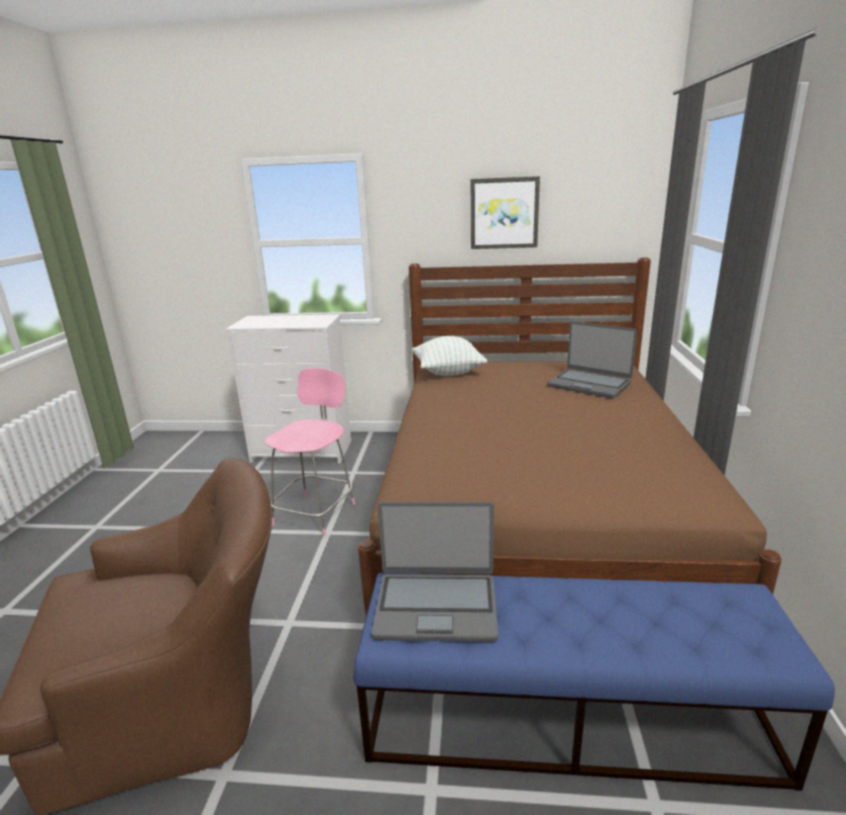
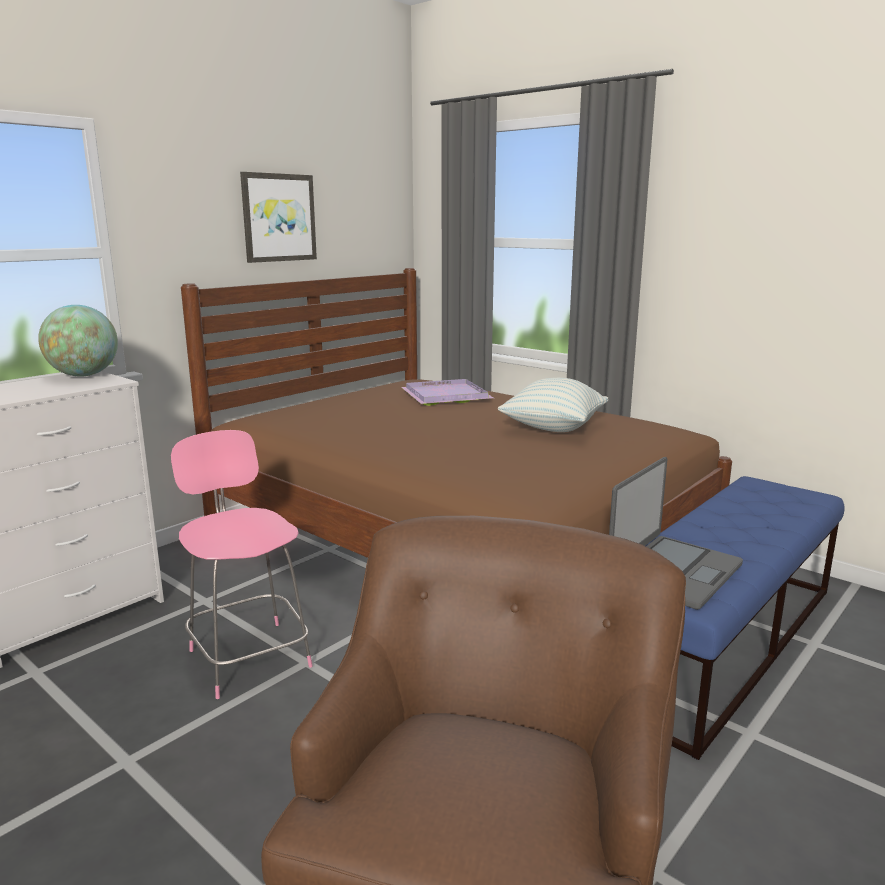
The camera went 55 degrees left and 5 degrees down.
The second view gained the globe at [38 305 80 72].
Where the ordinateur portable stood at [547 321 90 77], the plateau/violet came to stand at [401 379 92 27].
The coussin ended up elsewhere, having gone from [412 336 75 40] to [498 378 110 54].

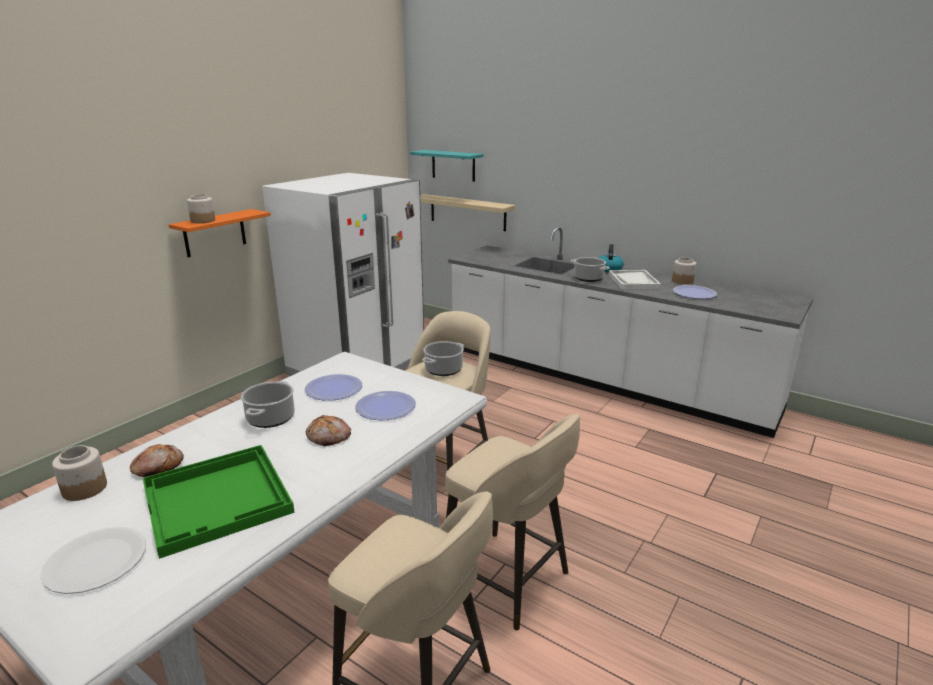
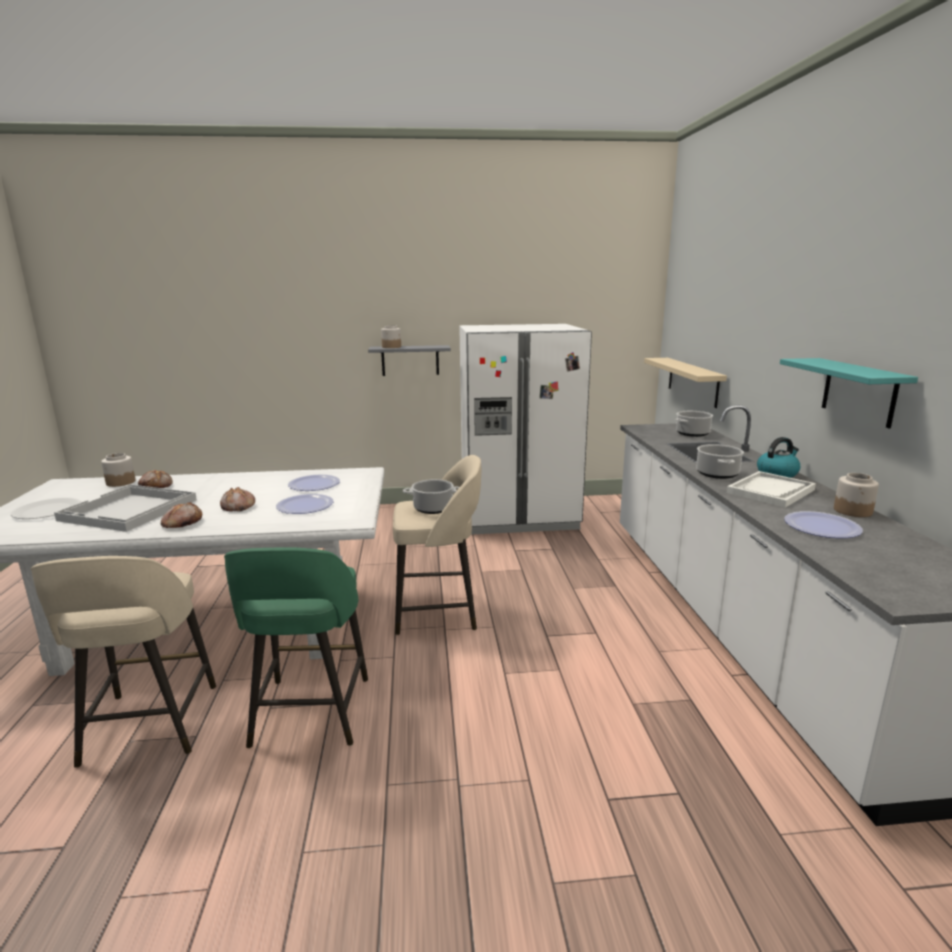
The camera went 50 degrees right and 5 degrees down.
What was the plateau/vert at [143 445 152 114] turned into the plateau/blanc at [54 484 143 48].
The second view gained the pain at [161 502 41 26].
What was the tabouret/beige at [445 414 135 217] turned into the tabouret/vert at [224 547 144 201].
What was the étagère/orange at [168 209 103 48] turned into the étagère/gris at [368 345 83 31].
The marmite ended up elsewhere, having gone from [241 381 54 47] to [675 411 38 26].
The étagère/turquoise ended up elsewhere, having gone from [410 150 74 32] to [780 358 138 71].

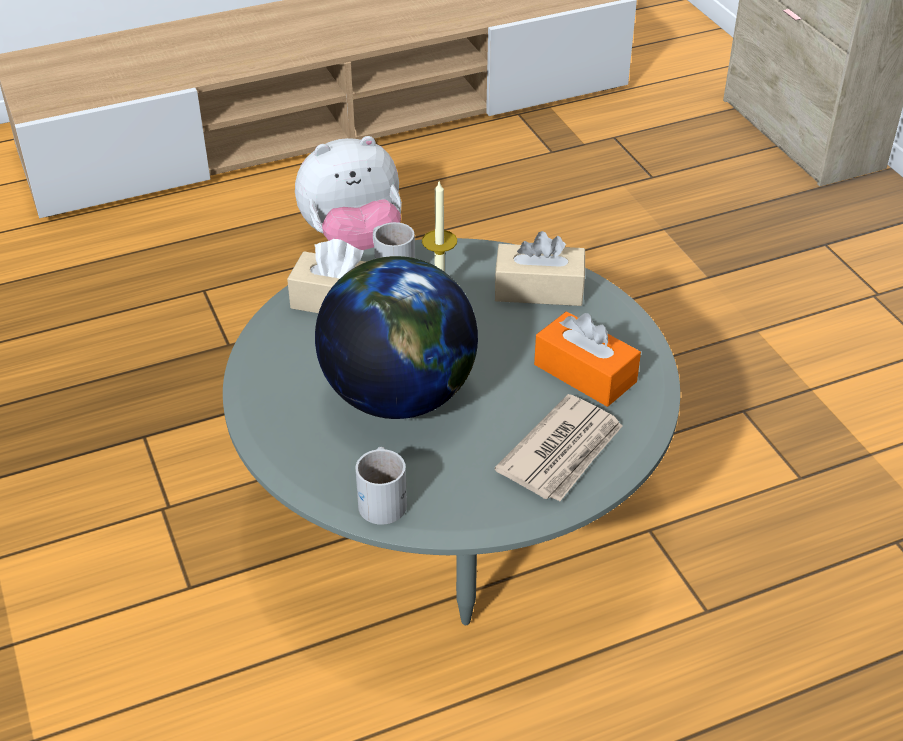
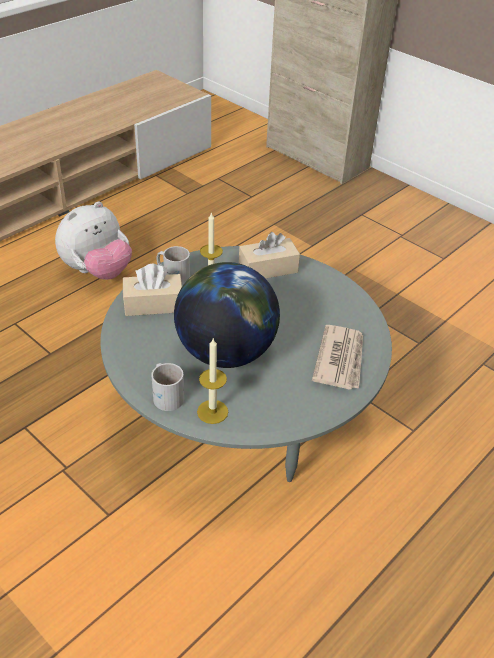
The camera went 25 degrees left and 0 degrees up.
The mug/blanc ended up elsewhere, having gone from [355 447 52 78] to [151 363 33 48].
The second view gained the bougie at [197 339 31 85].
The second view lost the boîte à mouchoirs/orange at [534 311 107 96].

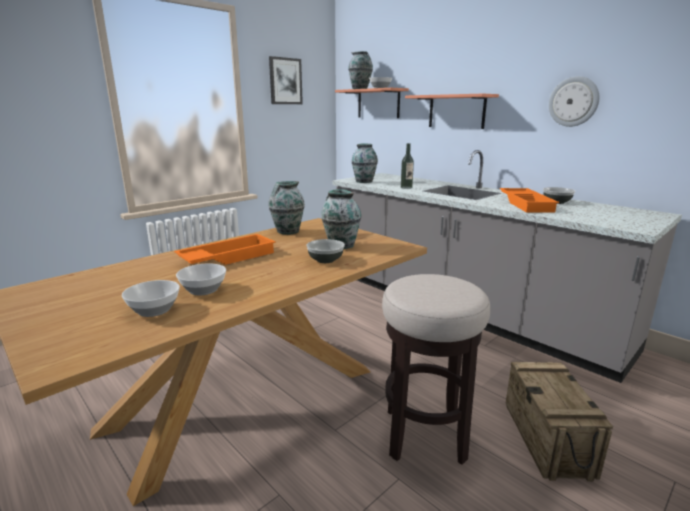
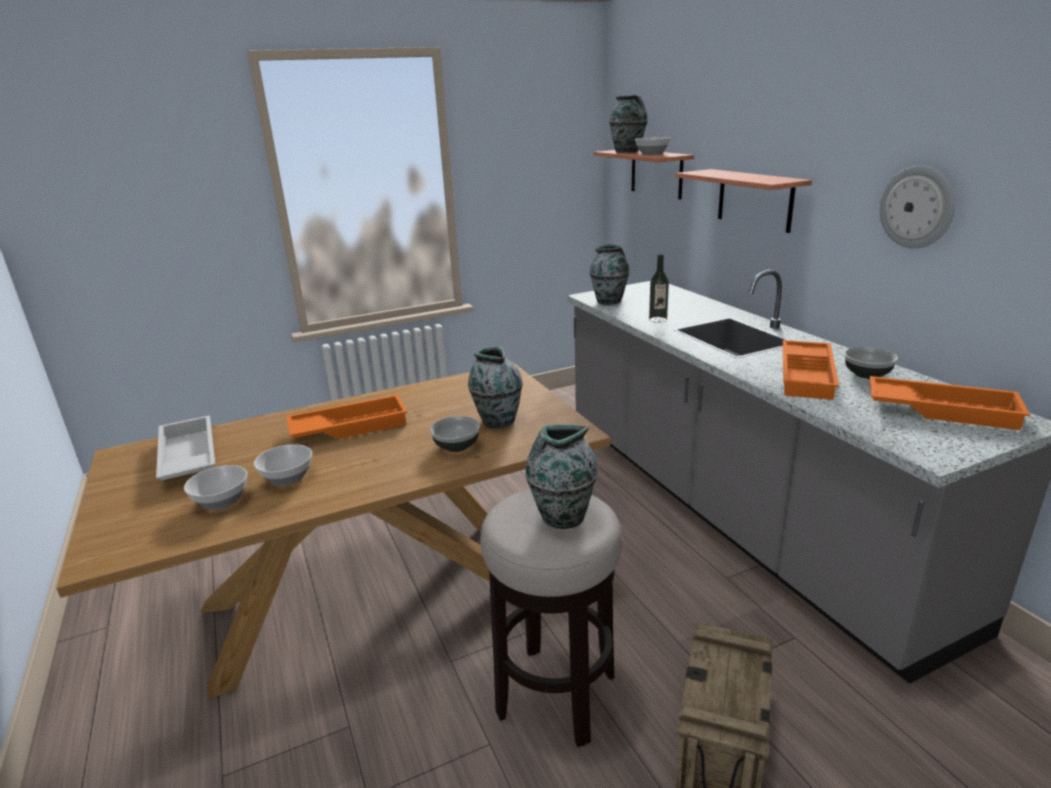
The camera went 20 degrees right and 5 degrees up.
The second view gained the plateau/blanc at [156 415 59 66].
The vase ended up elsewhere, having gone from [269 181 36 54] to [525 424 72 105].
The second view gained the plateau/orange at [870 376 160 54].
The second view lost the tableau at [269 56 34 48].

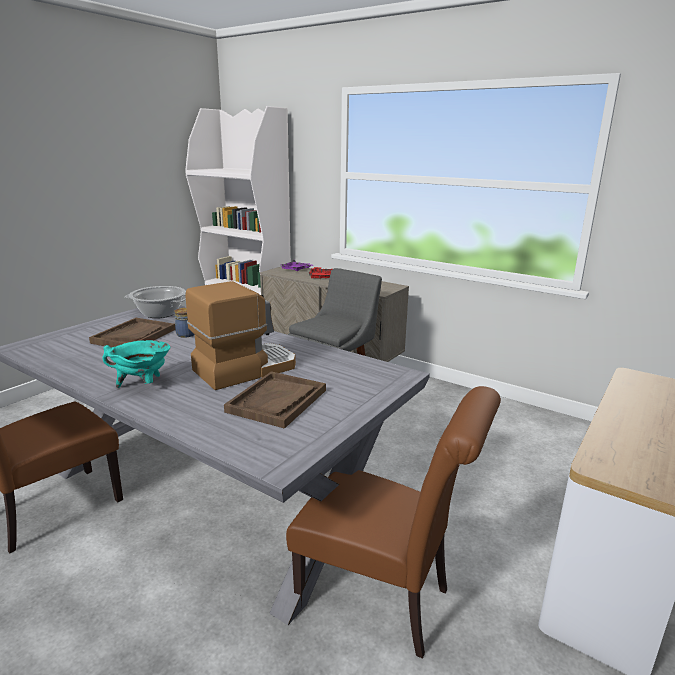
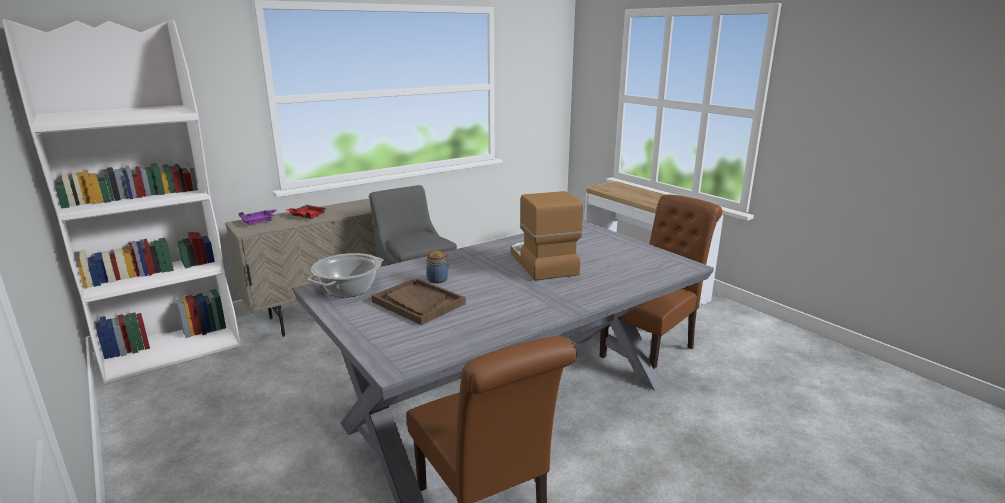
The camera went 70 degrees left and 0 degrees up.
The second view lost the marmite/turquoise at [103 340 68 48].
The second view lost the plateau/marron at [224 371 102 58].

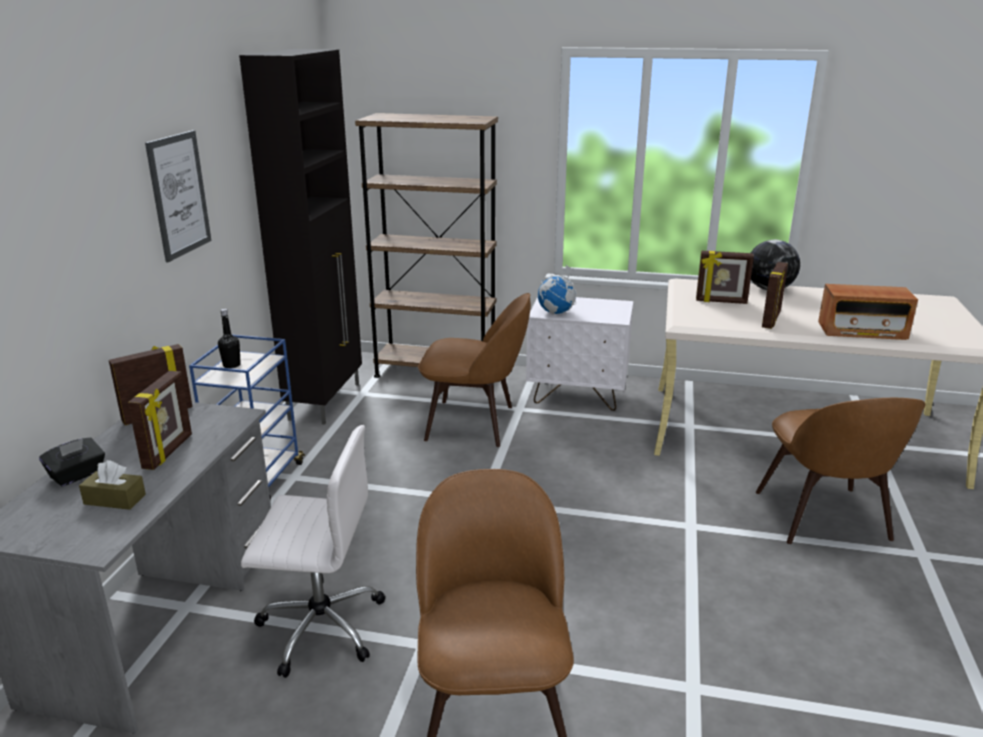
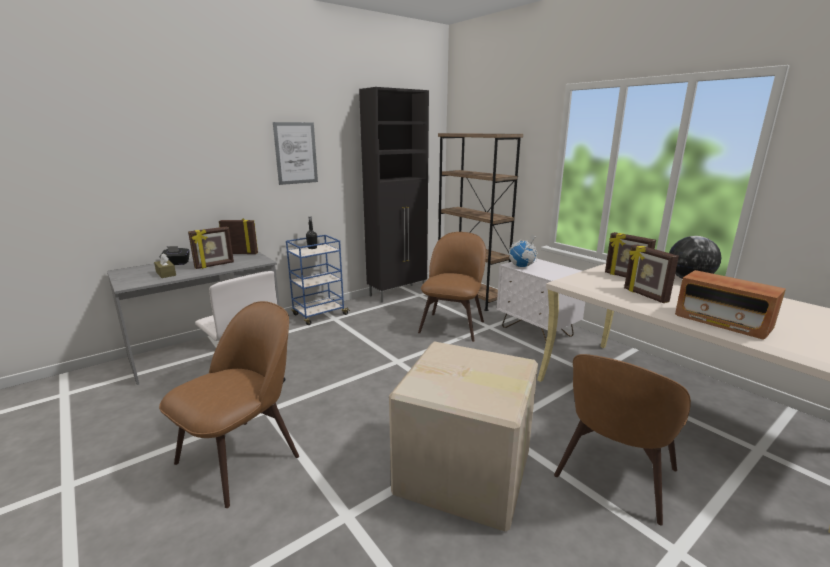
The camera went 40 degrees right and 5 degrees down.
The second view gained the carton at [389 341 149 190].
The chaise/marron at [418 293 113 154] ended up facing another way, 120 degrees counterclockwise from before.
The cadre photo at [762 262 26 67] ended up facing another way, 90 degrees clockwise from before.

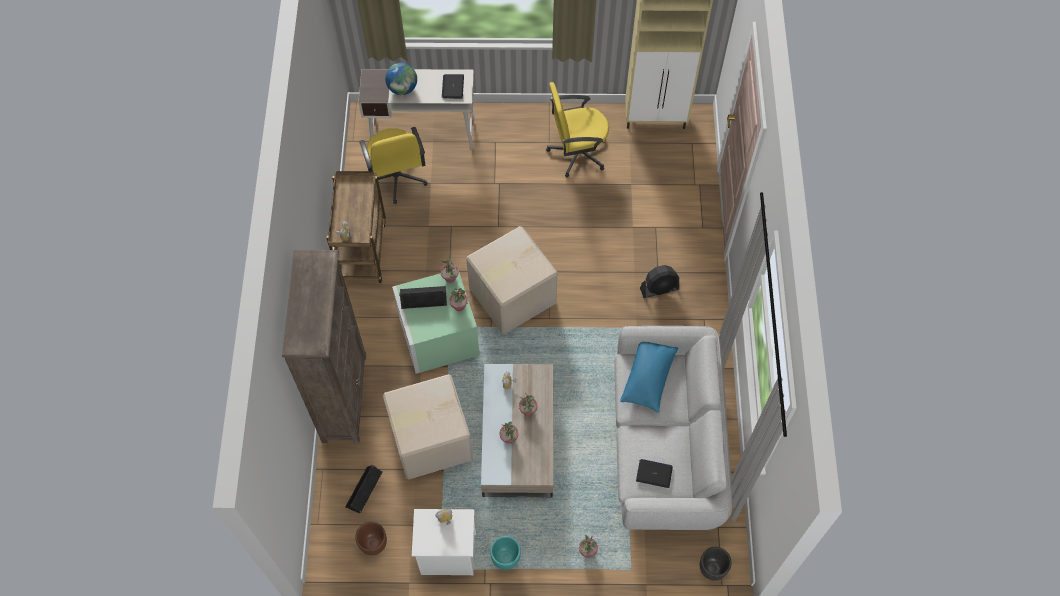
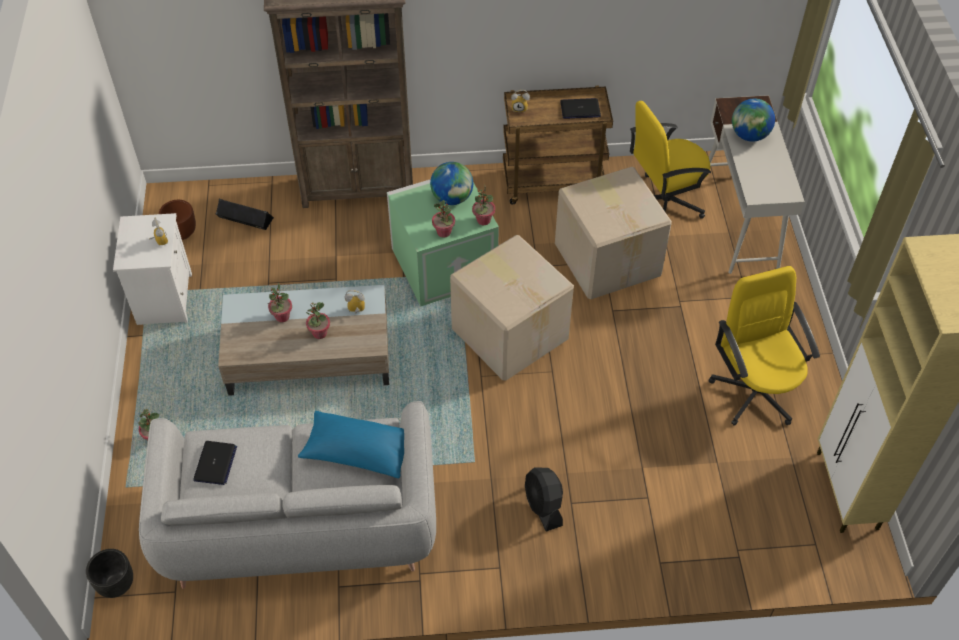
The camera went 85 degrees right and 10 degrees down.
Where the enceinte/noir stood at [399 286 48 23], the globe came to stand at [430 162 43 43].
The carton ended up elsewhere, having gone from [383 374 90 105] to [555 167 117 132].
The ordinateur portable ended up elsewhere, having gone from [442 74 22 25] to [560 98 41 21].
The second view lost the cache-pot/turquoise at [490 536 31 34].

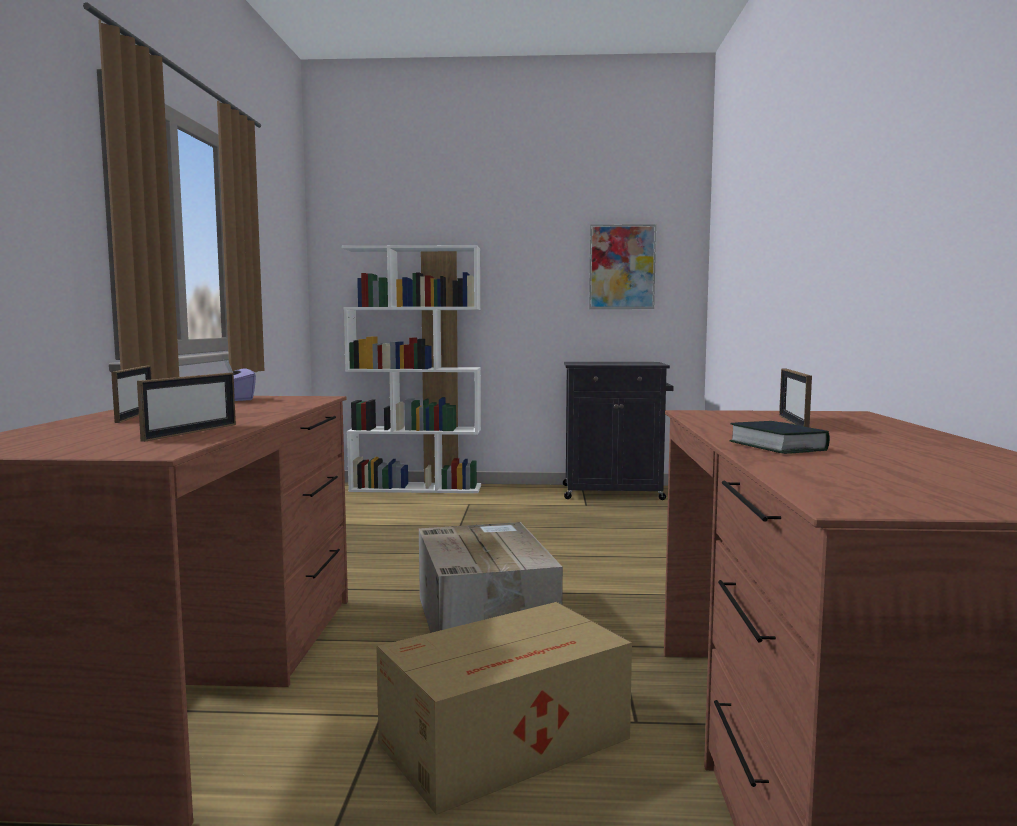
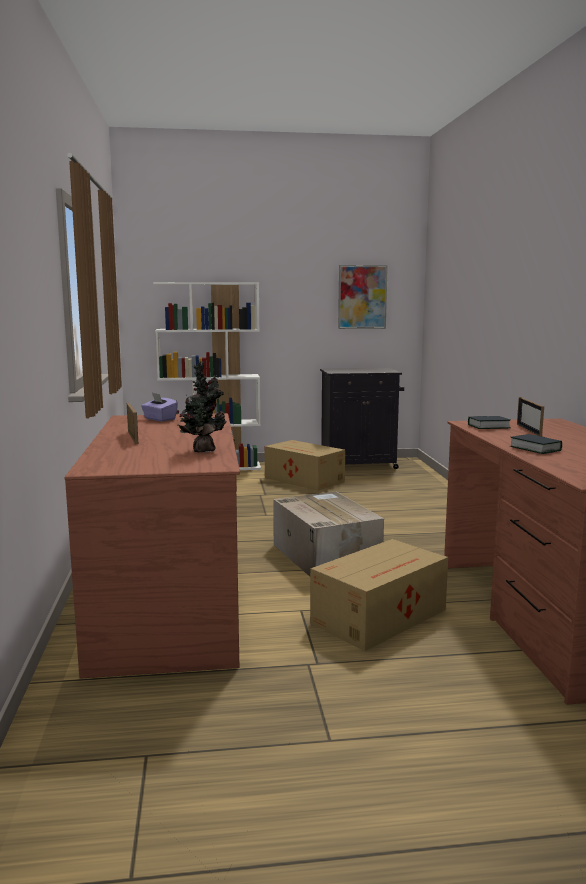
The camera went 10 degrees left and 5 degrees up.
Where the cadre photo stood at [137 373 99 69], the plante en pot came to stand at [177 361 50 92].
The second view gained the carton at [265 440 80 51].
The second view gained the livre at [468 416 43 13].

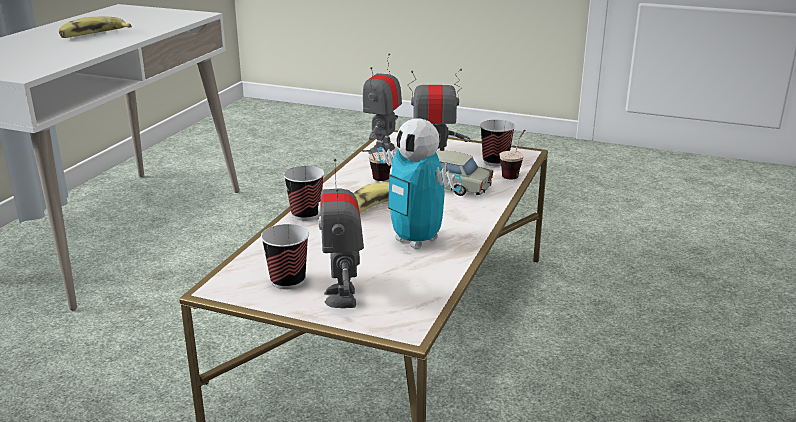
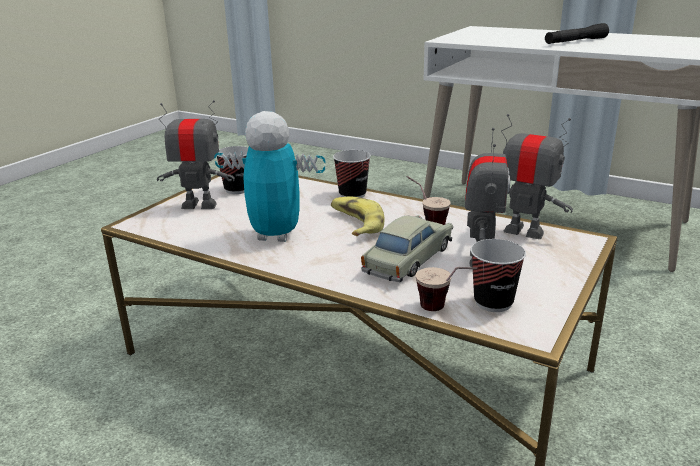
The camera went 100 degrees right and 0 degrees up.
The robot jouet at [378 118 84 131] ended up facing another way, 45 degrees clockwise from before.
Where the banane stood at [59 16 73 22], the lampe de poche/noir came to stand at [545 23 64 21].

